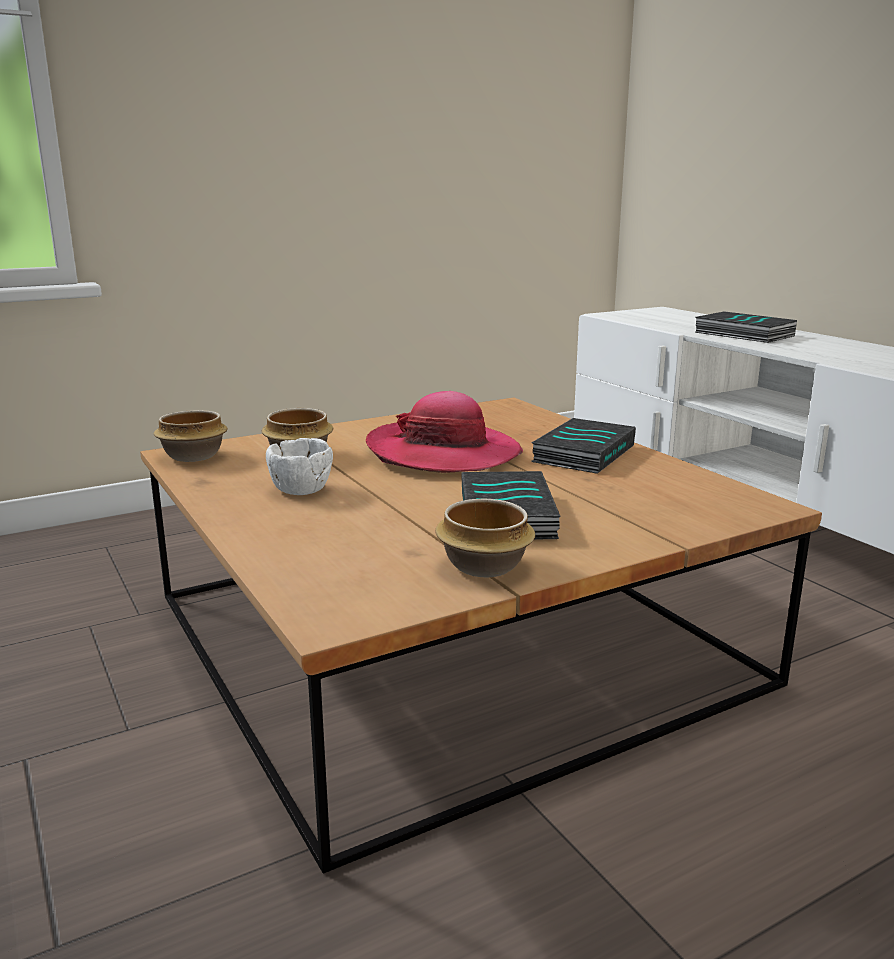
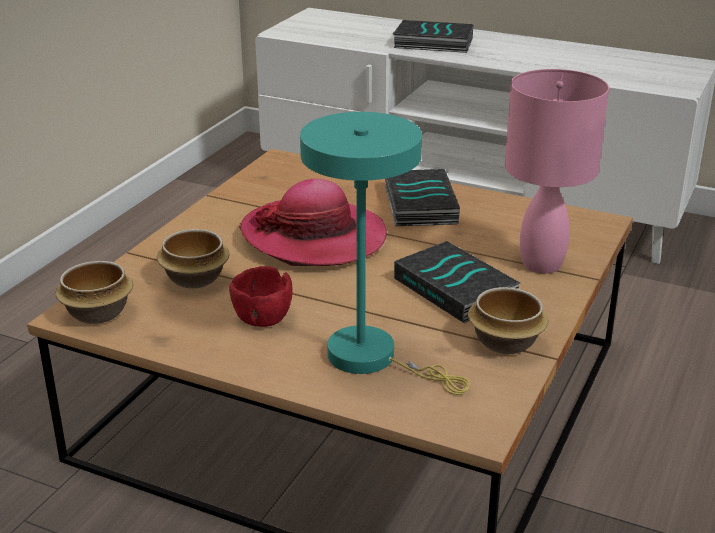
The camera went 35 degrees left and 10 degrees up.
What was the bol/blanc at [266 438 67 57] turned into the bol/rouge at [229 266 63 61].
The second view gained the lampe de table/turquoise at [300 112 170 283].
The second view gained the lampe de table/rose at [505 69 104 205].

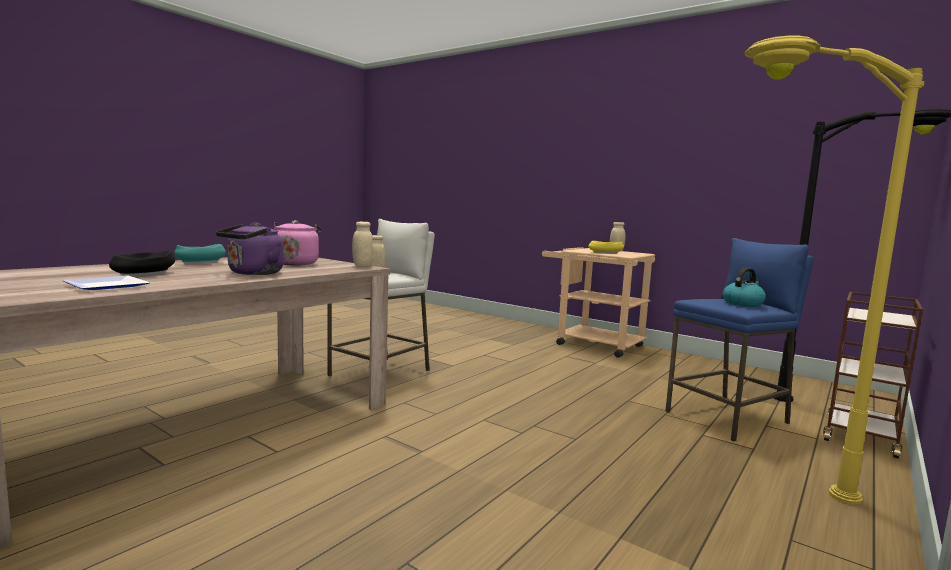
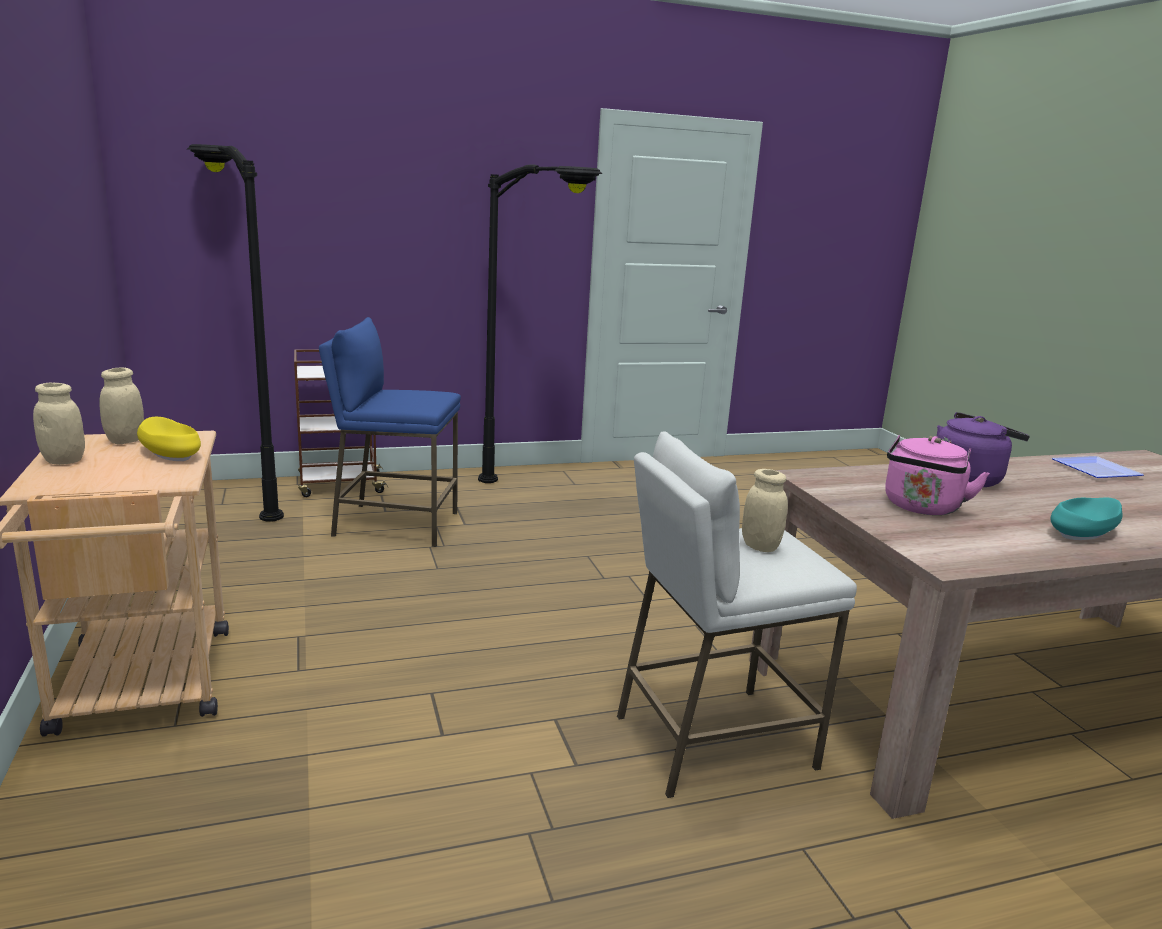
The camera went 145 degrees left and 10 degrees up.
The bocal/beige ended up elsewhere, having gone from [352 222 21 45] to [100 368 44 77].
What was the lampadaire/jaune at [744 36 180 469] turned into the lampadaire/noir at [478 164 124 319].
The second view lost the bol/noir at [109 250 66 27].
The second view lost the bouilloire at [723 267 43 40].

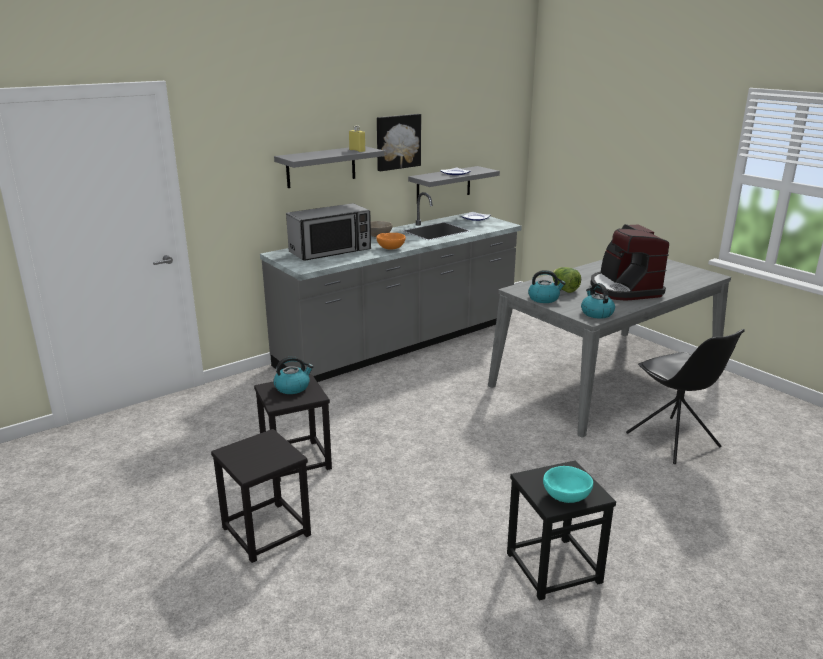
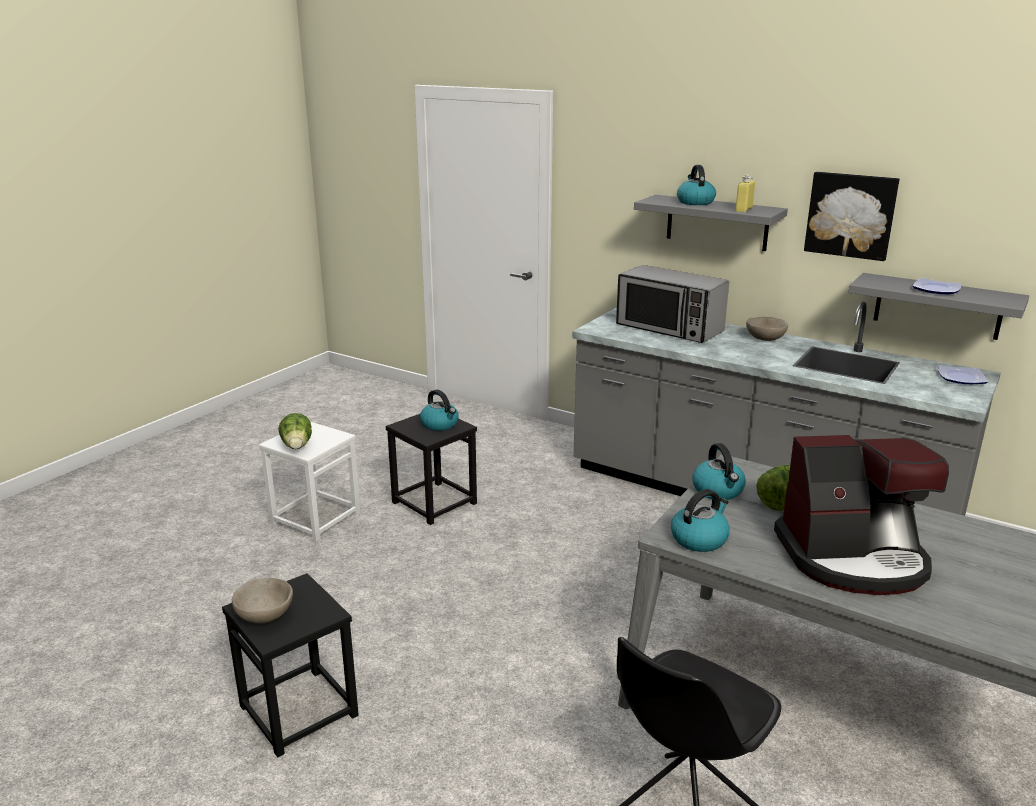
The camera went 70 degrees right and 0 degrees up.
What was the bol/turquoise at [543 466 50 37] turned into the bol/beige at [232 578 61 46].
What was the tabouret/noir at [211 429 100 134] turned into the tabouret/blanc at [259 422 101 119].
The second view gained the laitue at [278 413 34 36].
The second view gained the bouilloire at [677 165 39 40].
The machine à café at [590 224 79 77] ended up facing another way, 150 degrees counterclockwise from before.
The second view lost the bol/orange at [376 233 30 17].

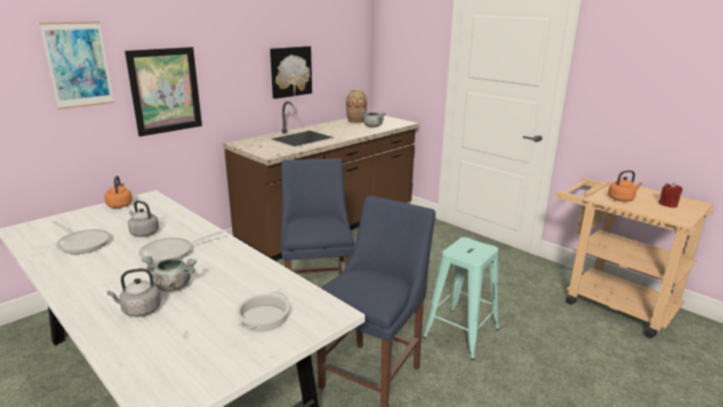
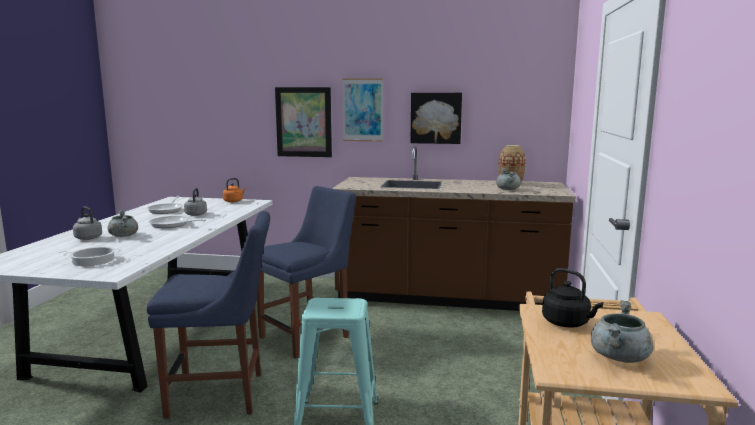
The camera went 55 degrees right and 10 degrees down.
The tableau ended up elsewhere, having gone from [39 22 75 87] to [343 78 40 63].
What was the bouilloire/orange at [608 170 34 32] turned into the bouilloire/noir at [542 268 61 60].
Where the bougie/rouge stood at [659 183 24 25], the marmite/gris came to stand at [591 300 63 63].

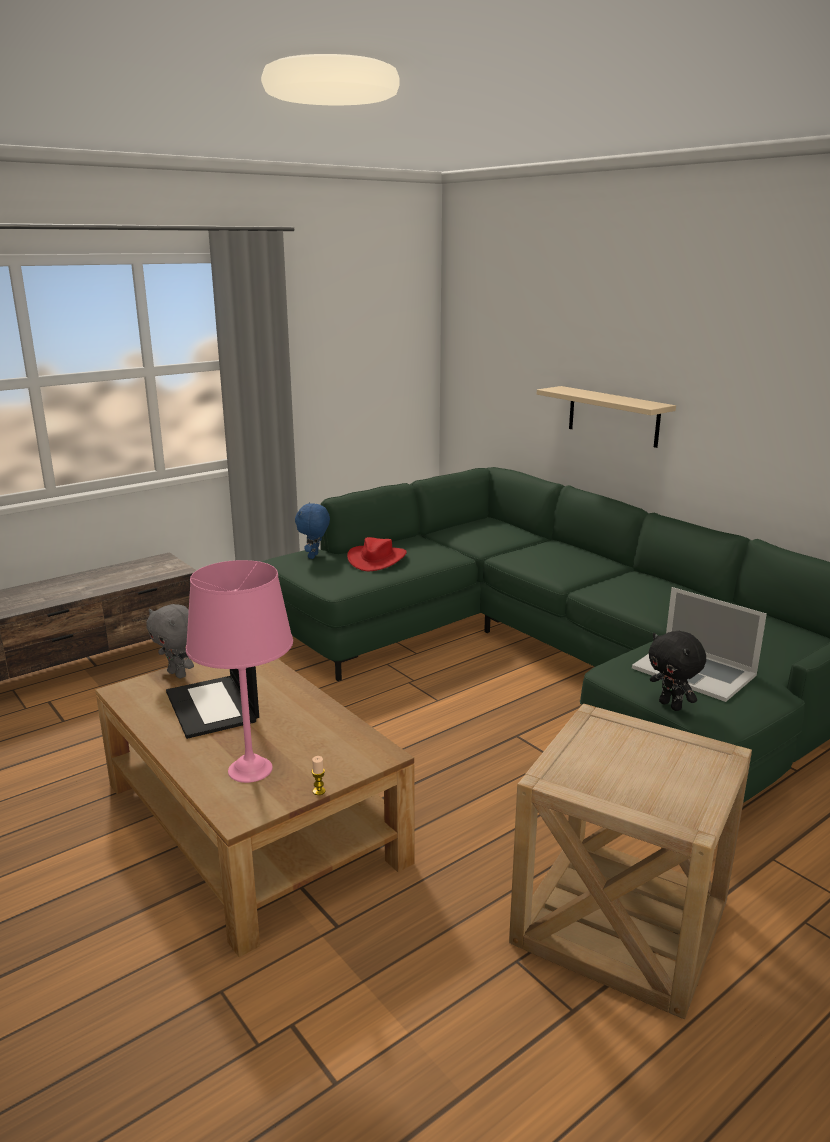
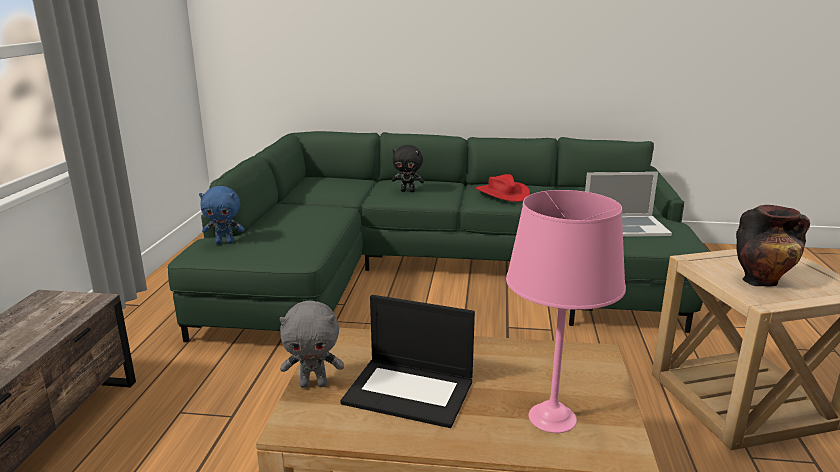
The camera went 45 degrees left and 0 degrees up.
The peluche/bleu at [295 503 35 56] ended up facing another way, 60 degrees counterclockwise from before.
The peluche/noir ended up elsewhere, having gone from [649 631 57 80] to [392 145 32 47].
The chapeau/rouge ended up elsewhere, having gone from [347 537 60 34] to [476 174 54 28].
The second view gained the vase at [736 205 74 82].
The second view lost the bougie at [312 756 14 39].
The second view lost the étagère/beige at [537 386 139 62].

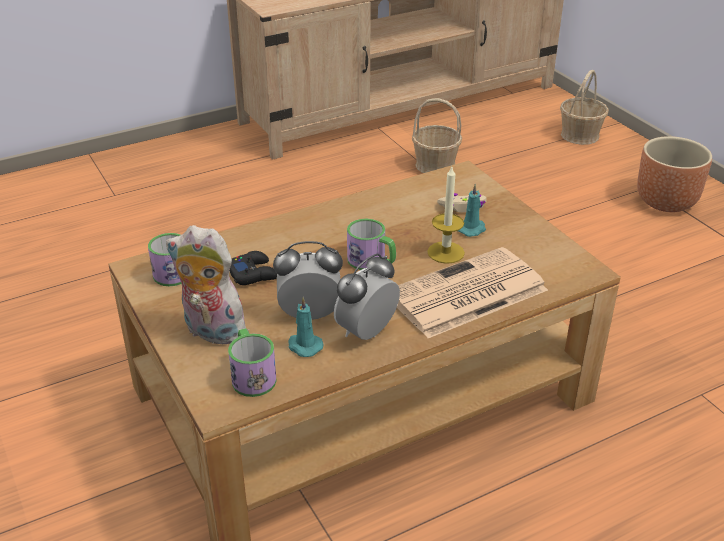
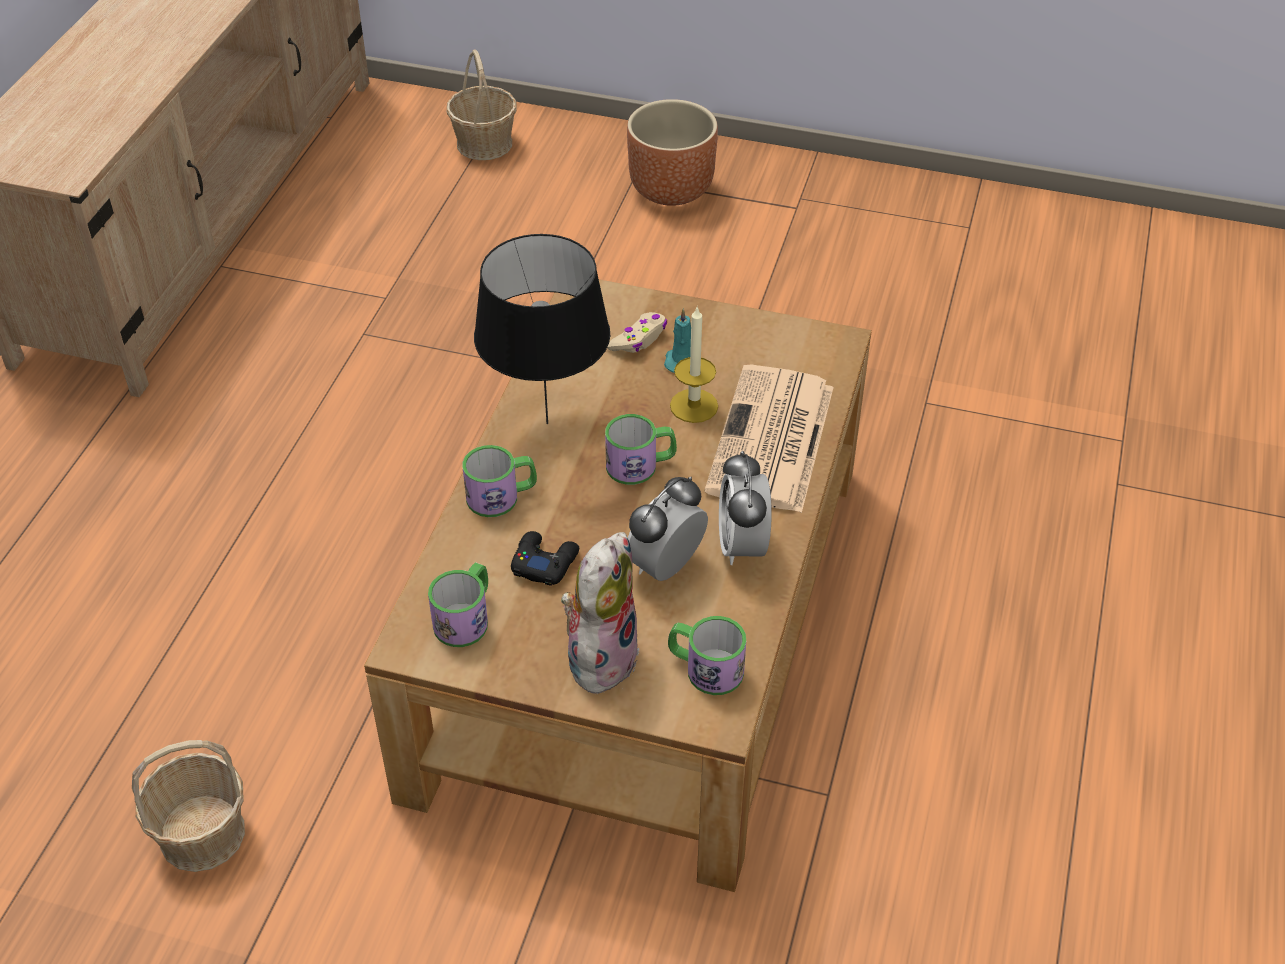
The camera went 45 degrees left and 10 degrees up.
The panier ended up elsewhere, having gone from [412 98 50 75] to [132 740 113 132].
The second view gained the mug at [463 445 74 72].
The second view gained the lampe de table/noir at [474 234 136 190].
The peluche at [166 225 85 120] ended up facing another way, 135 degrees clockwise from before.
The second view lost the bougie/turquoise at [288 297 35 60].

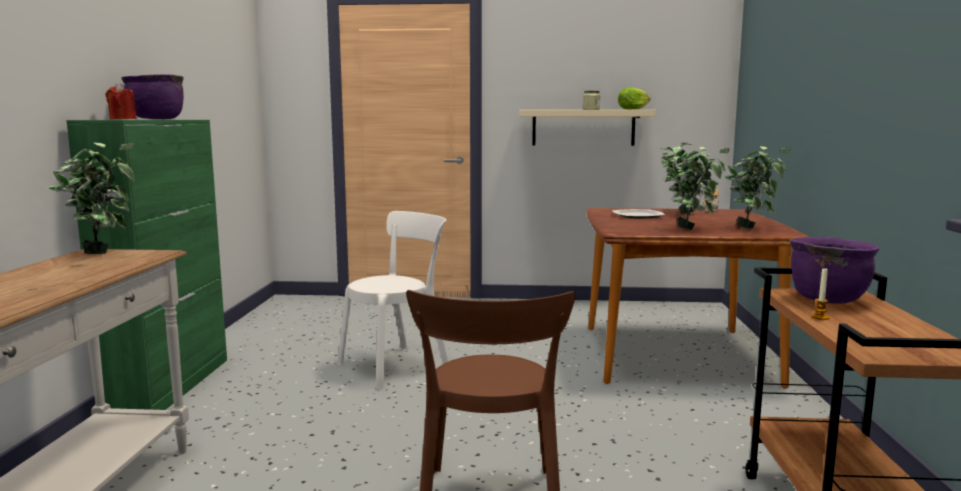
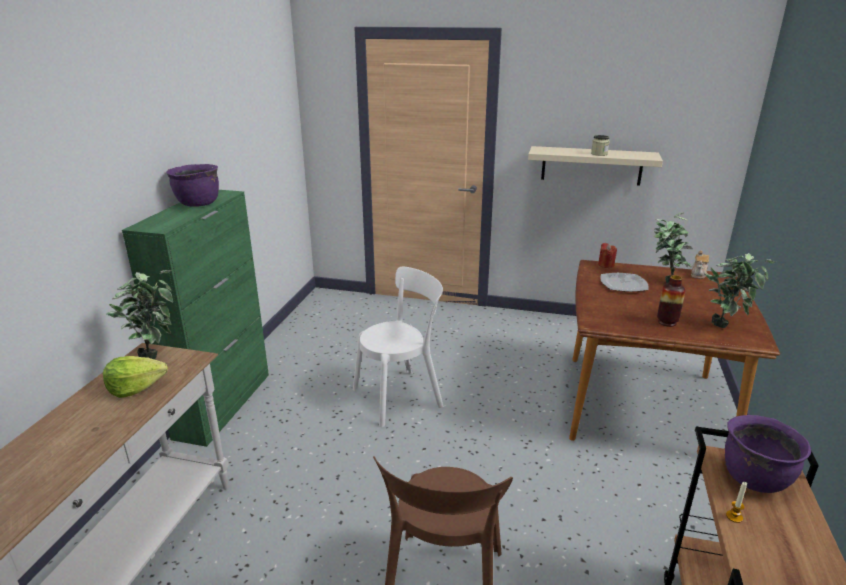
The camera went 10 degrees right and 15 degrees up.
The laitue ended up elsewhere, having gone from [618 87 32 23] to [103 356 65 42].
The bougie/rouge ended up elsewhere, having gone from [106 84 31 35] to [598 243 19 25].
Where the plante en pot stood at [666 147 64 83], the vase came to stand at [657 275 29 52].

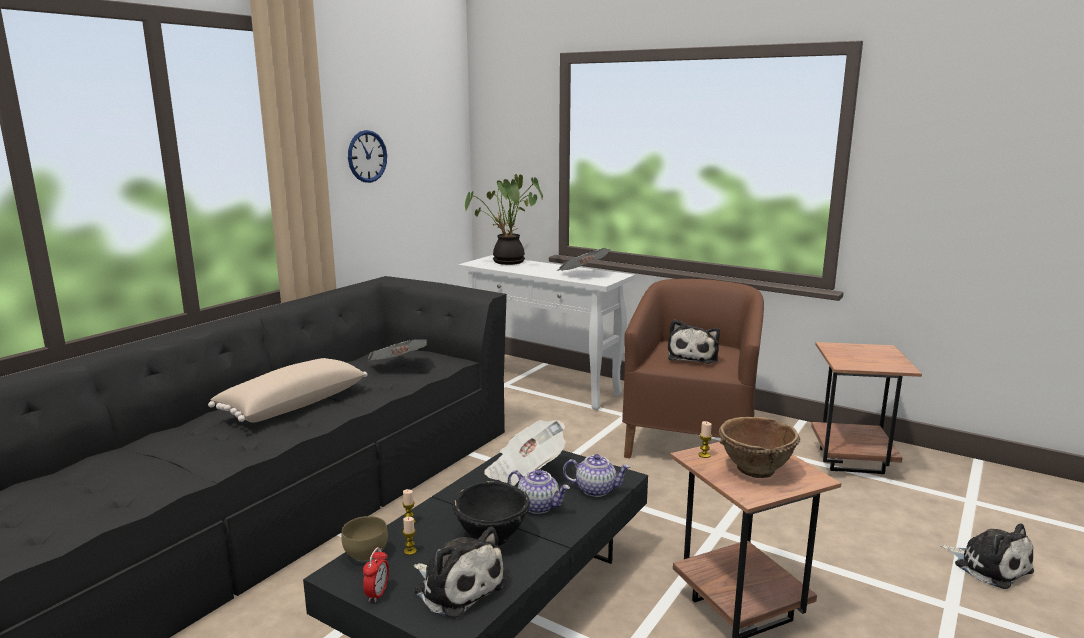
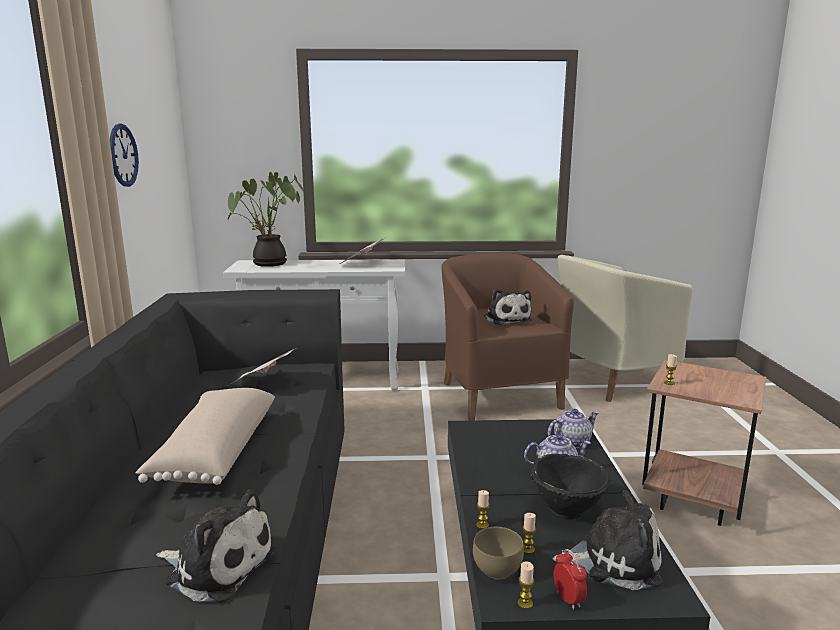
The camera went 35 degrees left and 0 degrees up.
The peluche ended up elsewhere, having gone from [940 523 94 66] to [156 489 120 114].
The second view gained the bougie at [518 561 16 48].
Where the table d'appoint/marron stood at [811 342 111 132], the fauteuil/beige came to stand at [557 255 136 147].
The second view lost the journal at [484 420 82 66].
The second view lost the bol/marron at [719 417 81 61].

